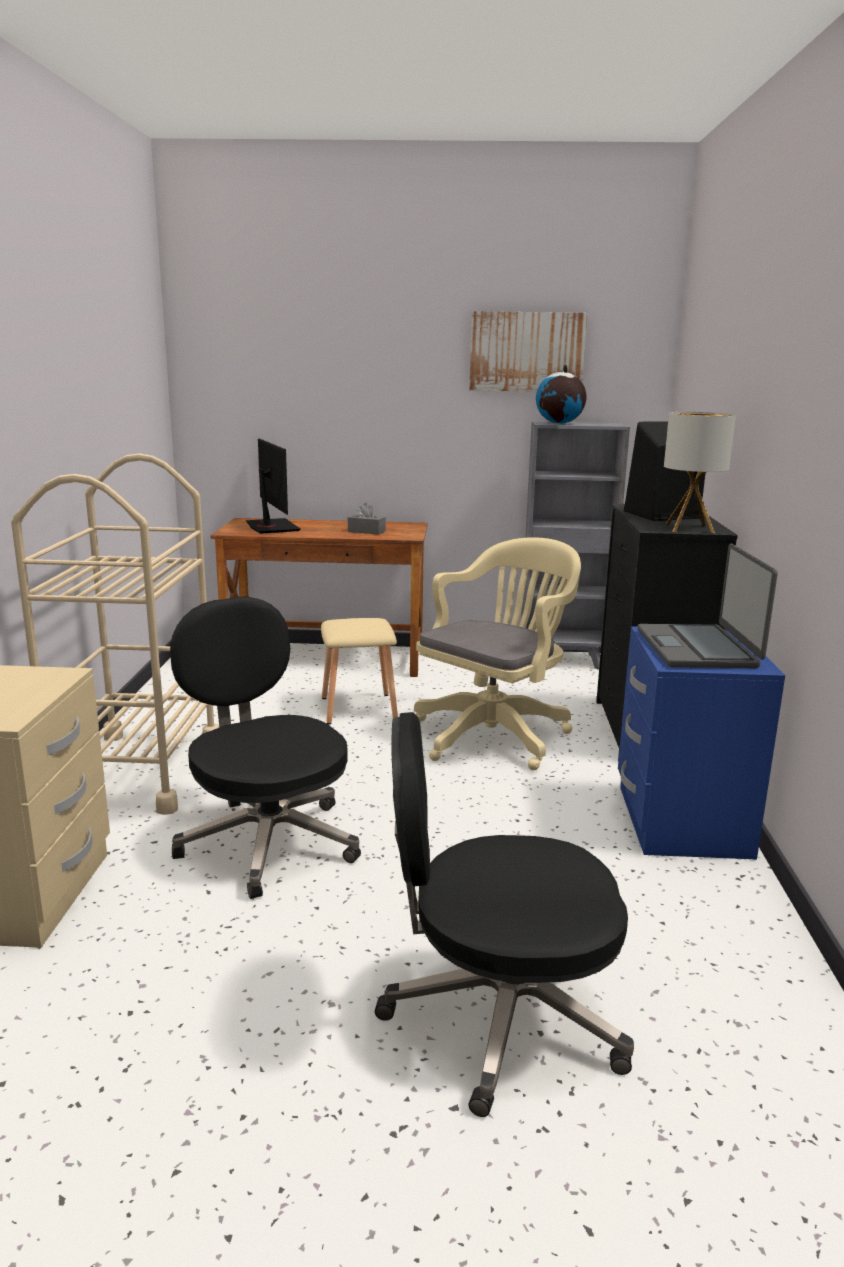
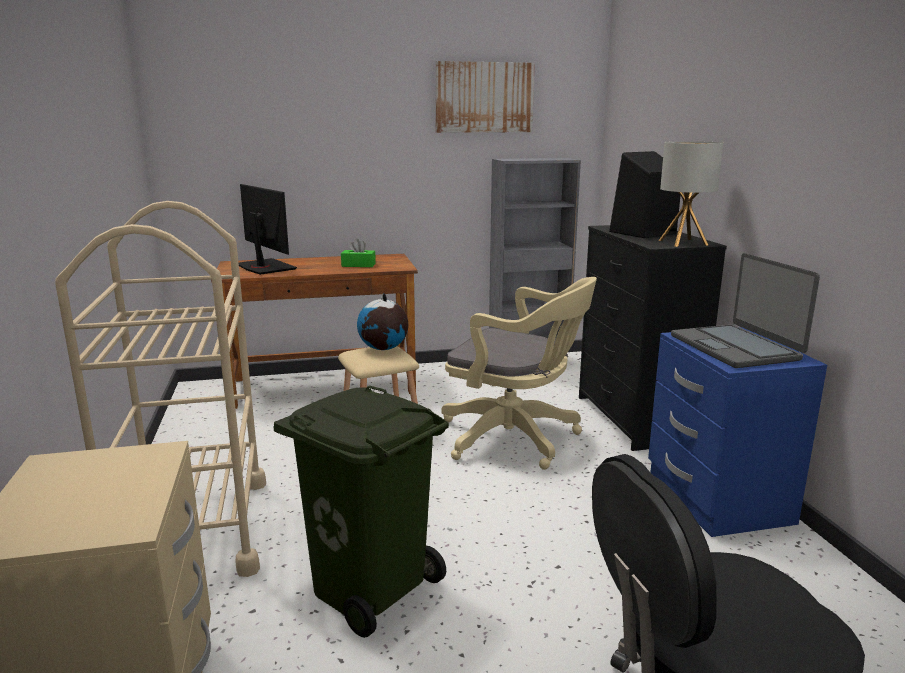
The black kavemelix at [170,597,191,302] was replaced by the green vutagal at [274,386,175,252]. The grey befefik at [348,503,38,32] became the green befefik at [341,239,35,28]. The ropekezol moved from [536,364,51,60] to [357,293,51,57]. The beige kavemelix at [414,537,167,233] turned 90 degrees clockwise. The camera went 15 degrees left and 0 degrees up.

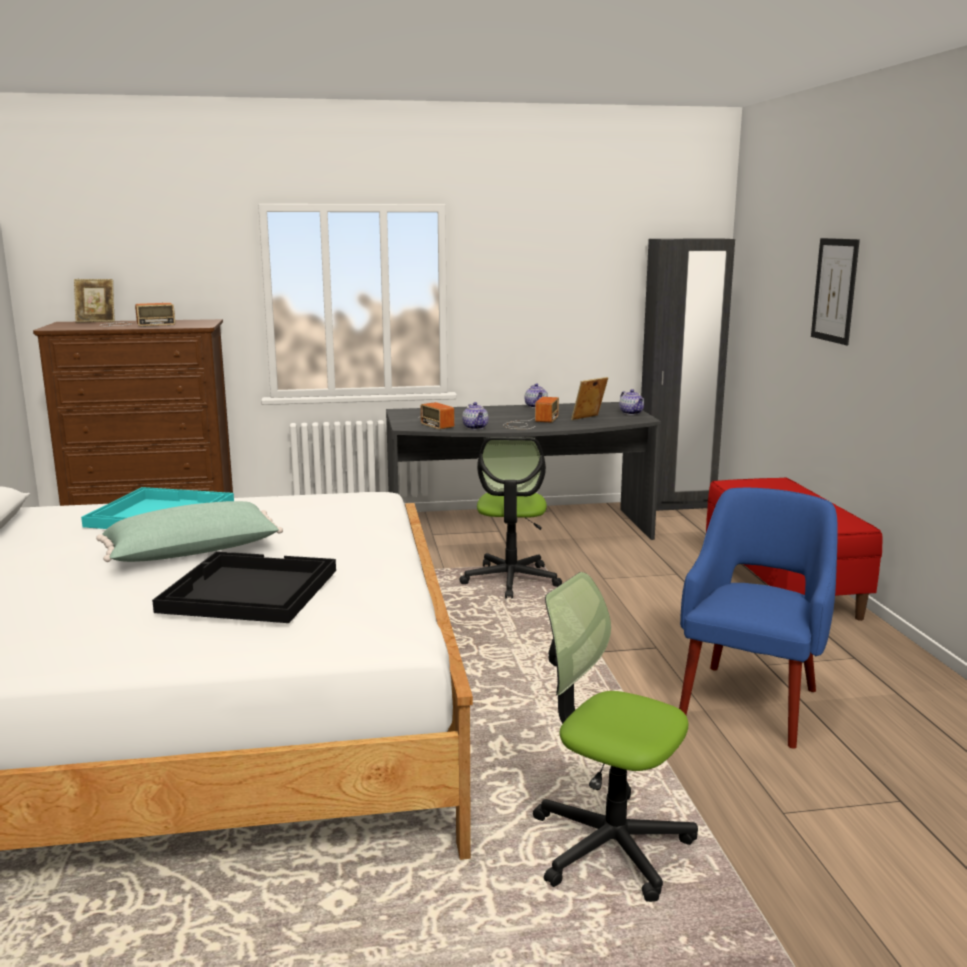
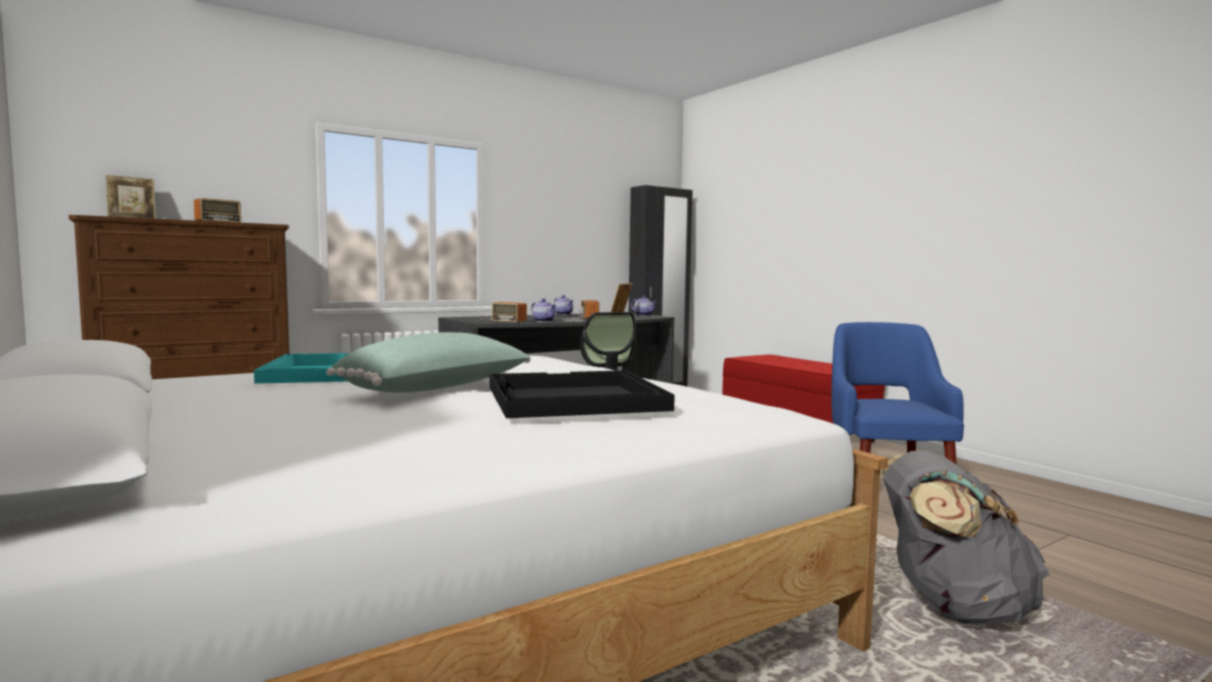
The kavemelix at [533,572,165,330] was replaced by the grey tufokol at [881,451,169,173]. The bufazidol at [811,238,49,107] disappeared. The camera went 25 degrees left and 10 degrees down.

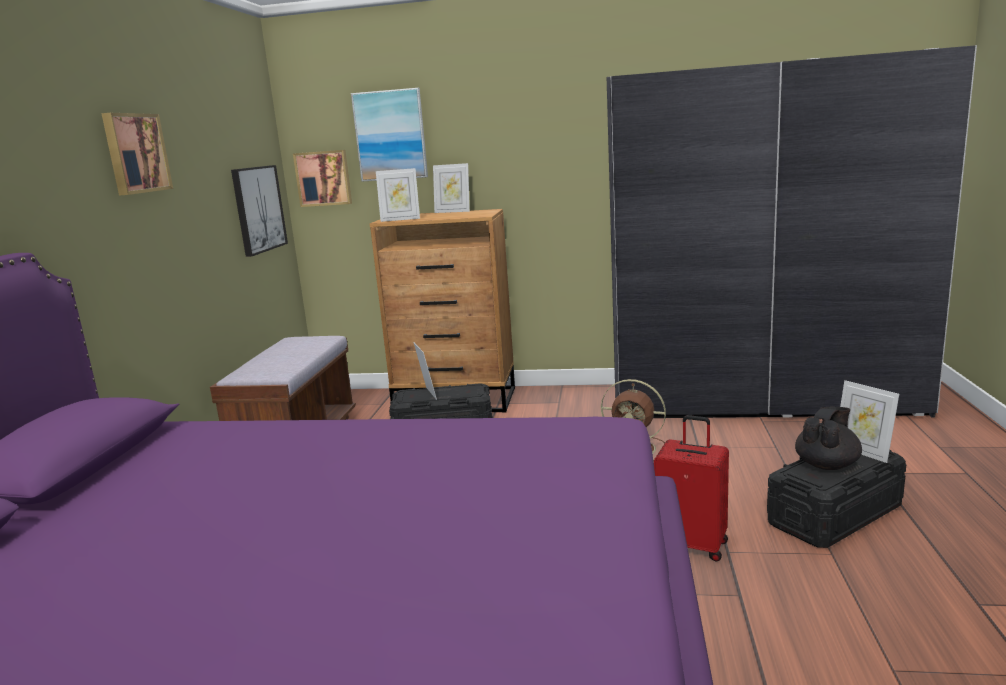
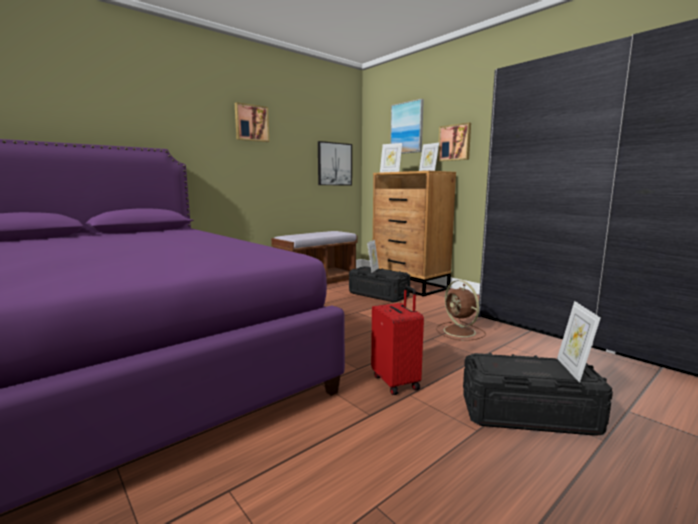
The bufazidol moved from [293,150,59,57] to [438,122,33,39]. The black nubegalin at [795,407,67,63] disappeared. The camera went 40 degrees right and 5 degrees down.

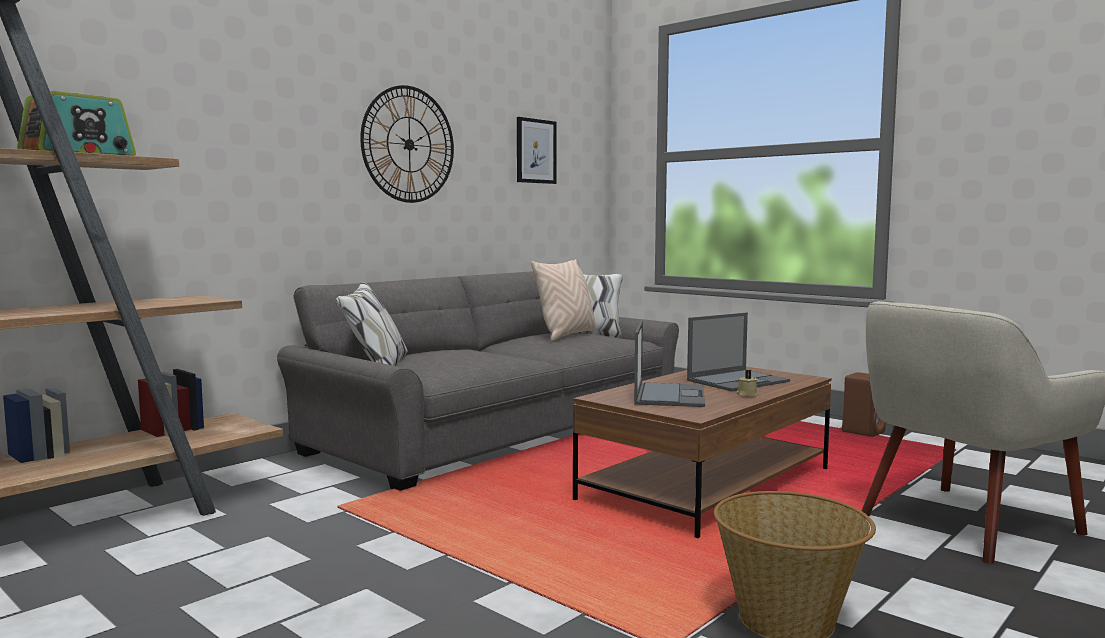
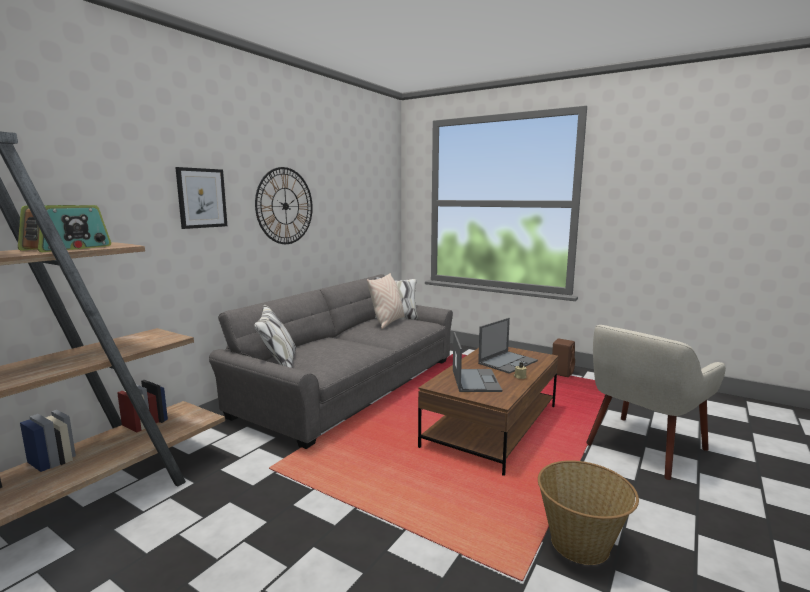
The bufazidol moved from [517,117,39,67] to [175,167,52,62]. The camera went 10 degrees left and 5 degrees up.

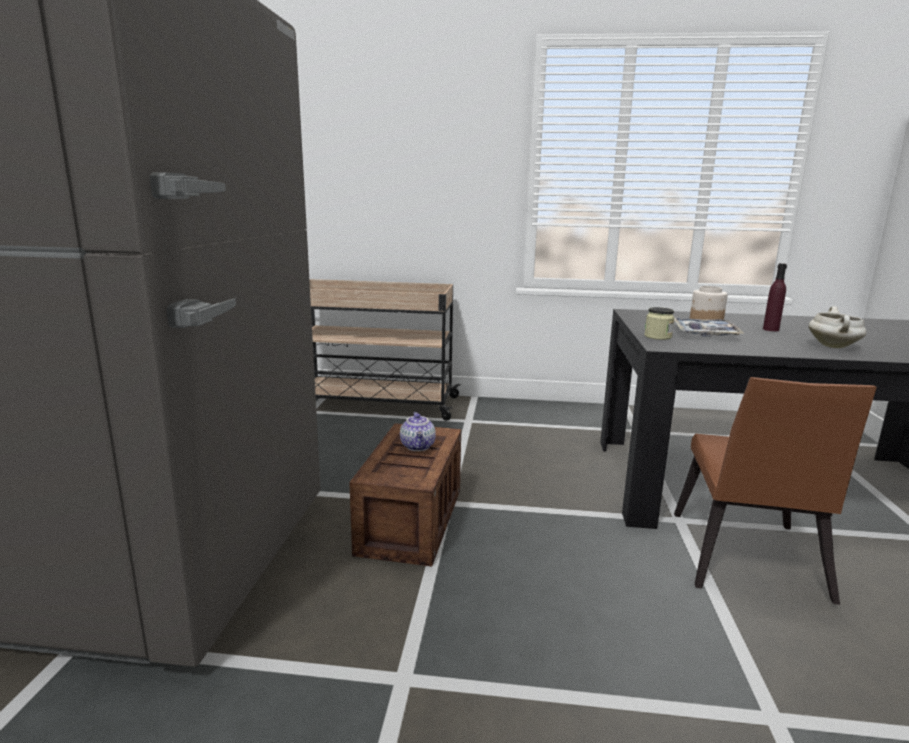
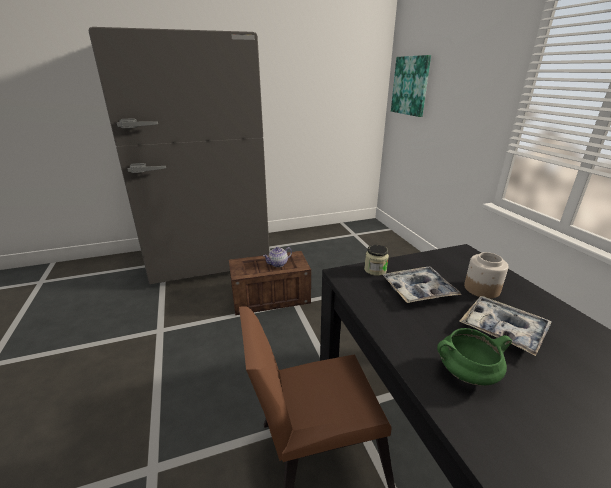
The bufazidol at [391,55,40,62] appeared. The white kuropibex at [809,306,58,42] became the green kuropibex at [437,328,75,58]. The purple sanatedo at [763,263,24,69] was replaced by the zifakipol at [459,296,93,60]. The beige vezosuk at [309,279,151,142] disappeared. The camera went 65 degrees right and 10 degrees up.

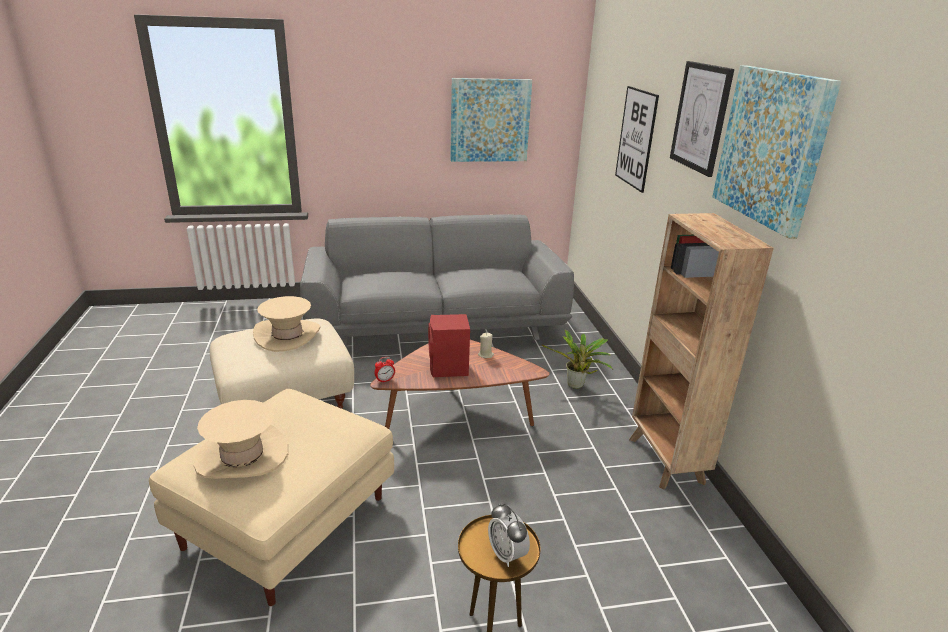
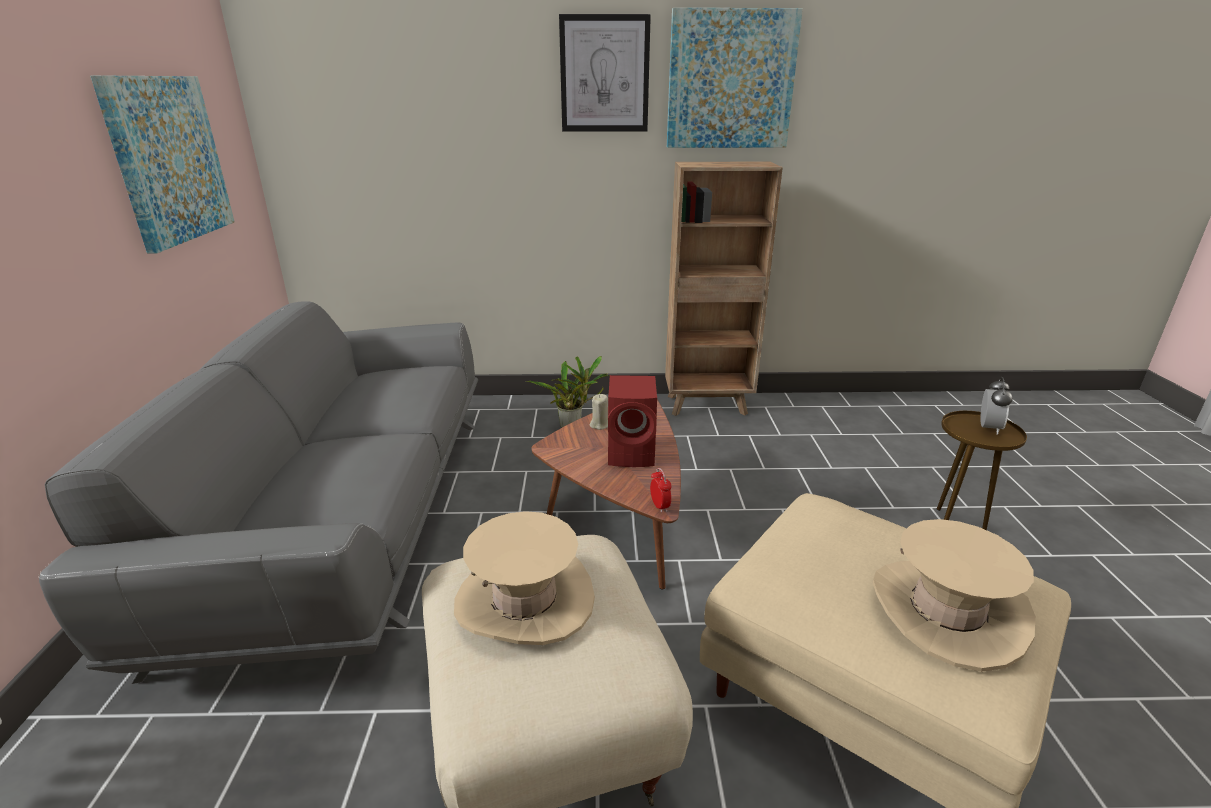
The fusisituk at [488,503,42,64] turned 45 degrees counterclockwise. The bufazidol at [615,86,44,107] disappeared. The camera went 80 degrees left and 0 degrees up.

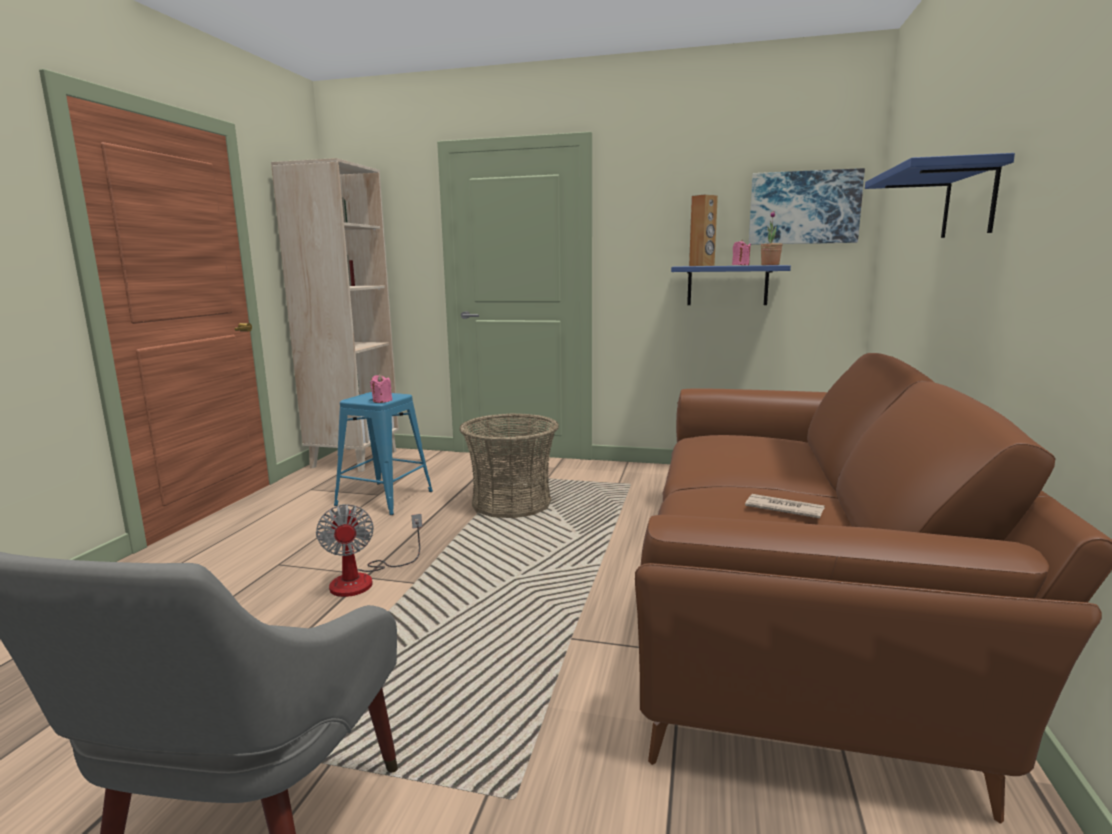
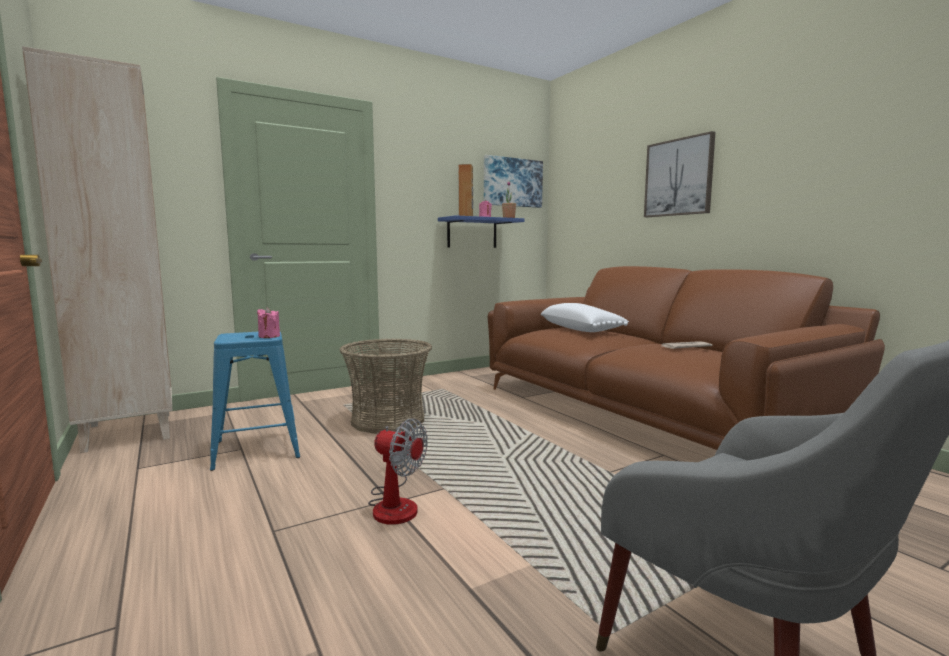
The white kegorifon at [541,303,88,29] appeared. The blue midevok at [865,153,150,85] was replaced by the bufazidol at [644,131,71,86]. The camera went 45 degrees left and 5 degrees down.

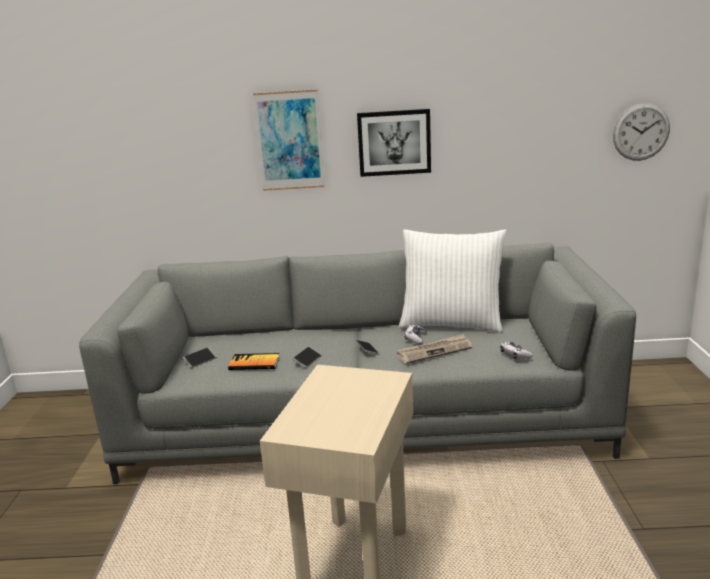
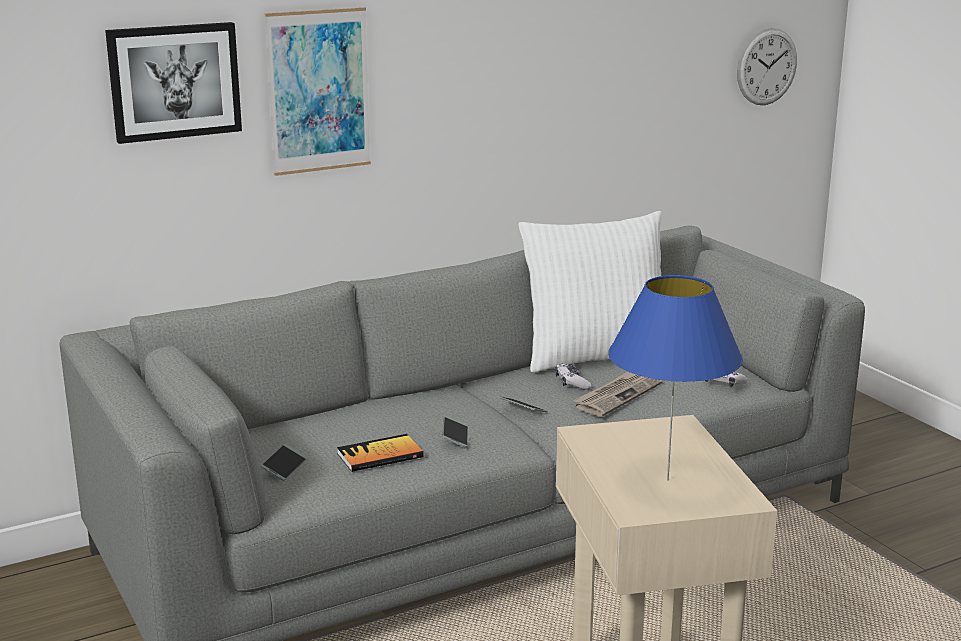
The bufazidol moved from [357,109,74,68] to [105,22,137,122]. The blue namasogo at [608,275,135,205] appeared. The camera went 30 degrees left and 0 degrees up.

